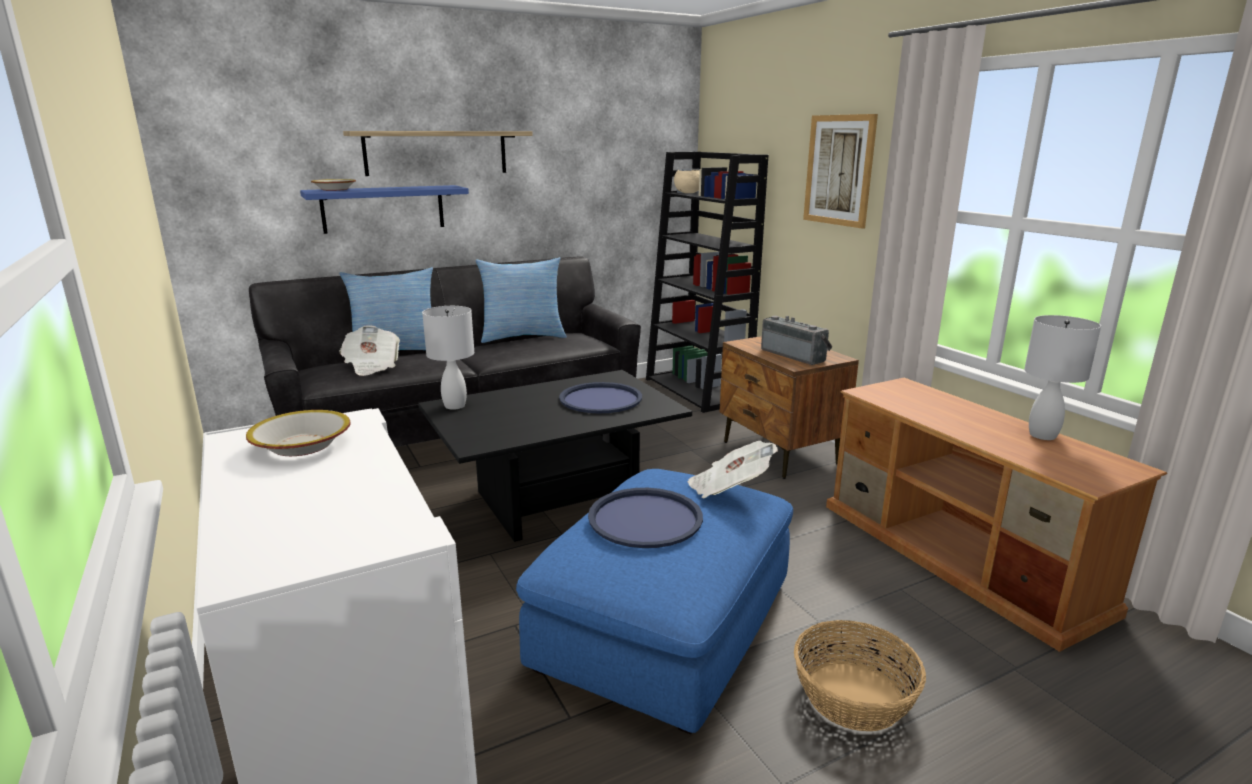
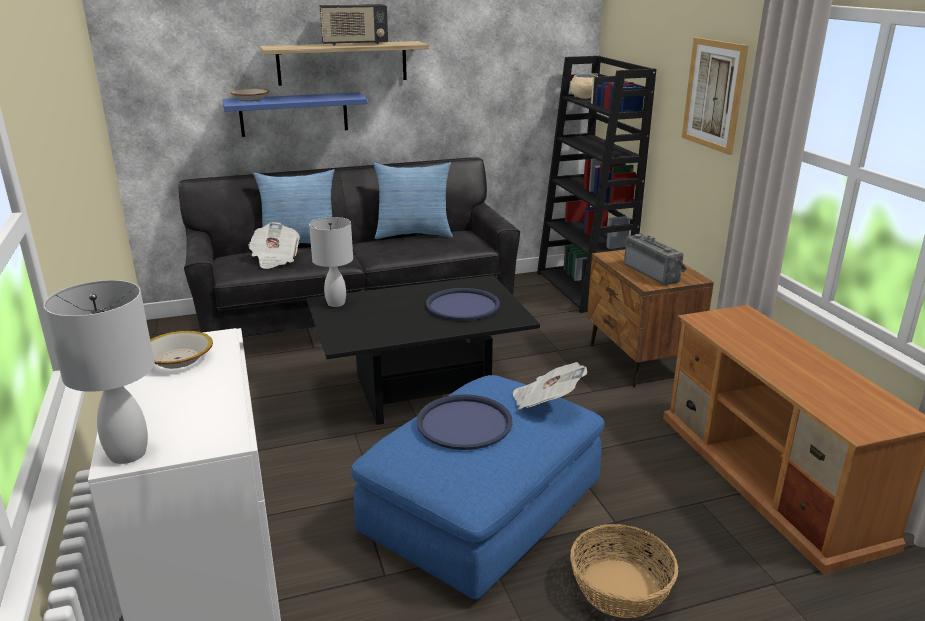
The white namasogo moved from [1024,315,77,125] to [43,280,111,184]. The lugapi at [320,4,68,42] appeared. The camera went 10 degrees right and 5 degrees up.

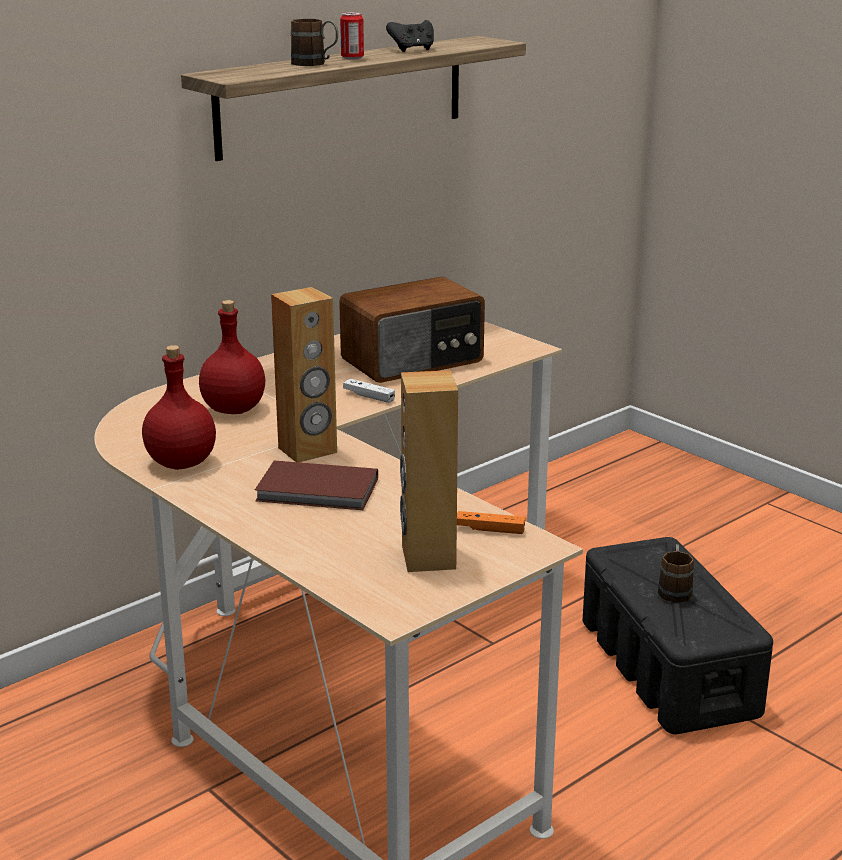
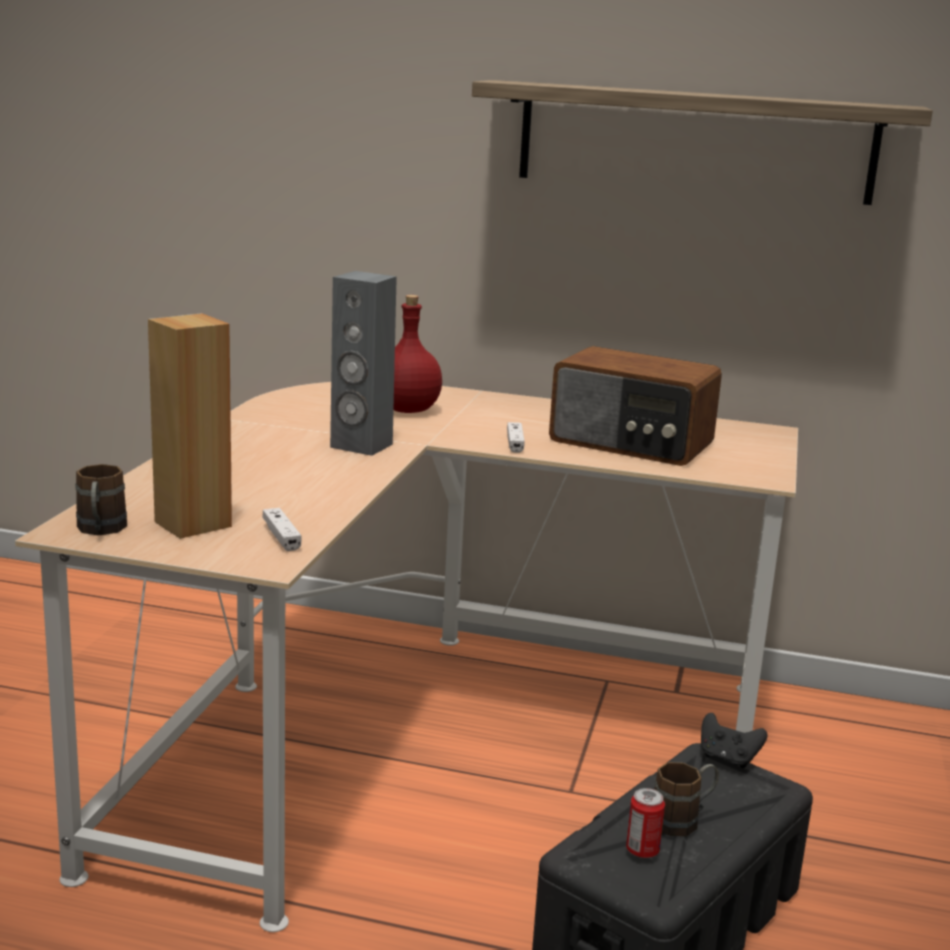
The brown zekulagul moved from [291,19,47,47] to [75,464,52,71]. The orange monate at [457,511,68,23] became the white monate at [262,508,40,43]. The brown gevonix at [271,287,66,175] became the grey gevonix at [330,271,67,185]. The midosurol moved from [340,12,24,48] to [626,788,39,70]. The black monate moved from [386,20,48,32] to [701,713,67,55]. The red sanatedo at [142,345,74,125] disappeared. The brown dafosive at [255,461,123,49] disappeared. The camera went 55 degrees right and 5 degrees down.

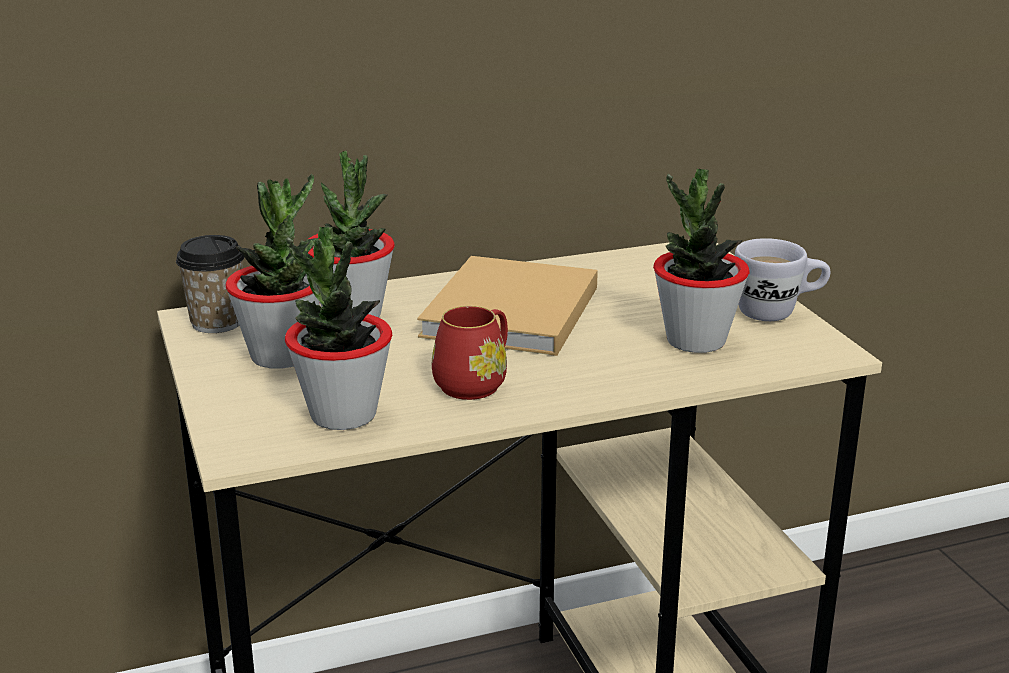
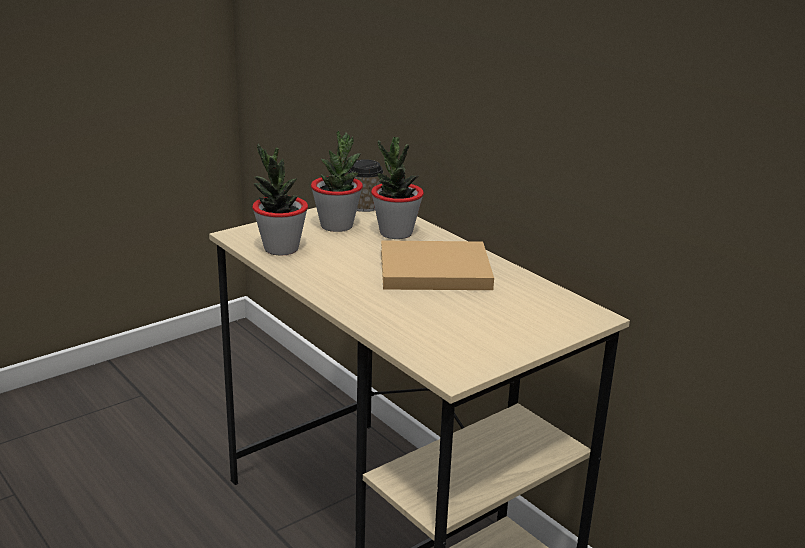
The red zekulagul at [432,306,76,94] disappeared. The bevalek at [653,168,96,185] disappeared. The white zekulagul at [735,238,95,83] disappeared. The camera went 70 degrees right and 0 degrees up.

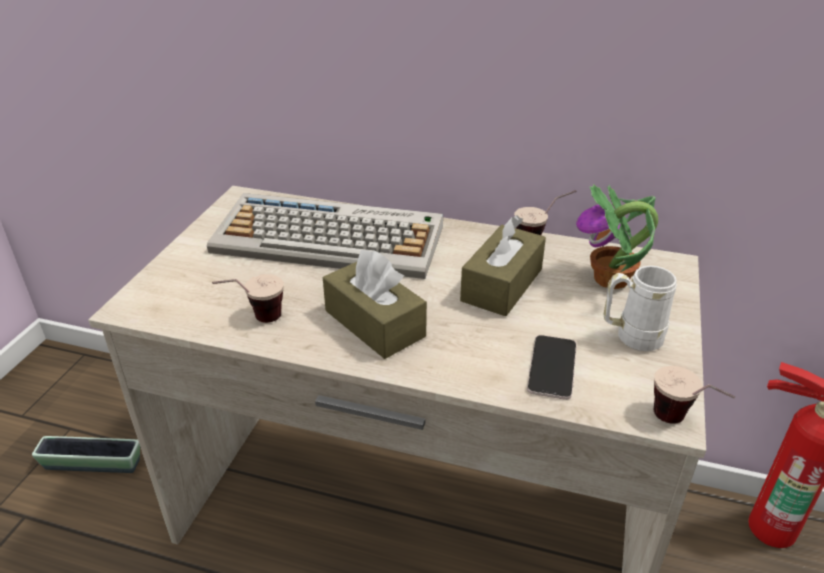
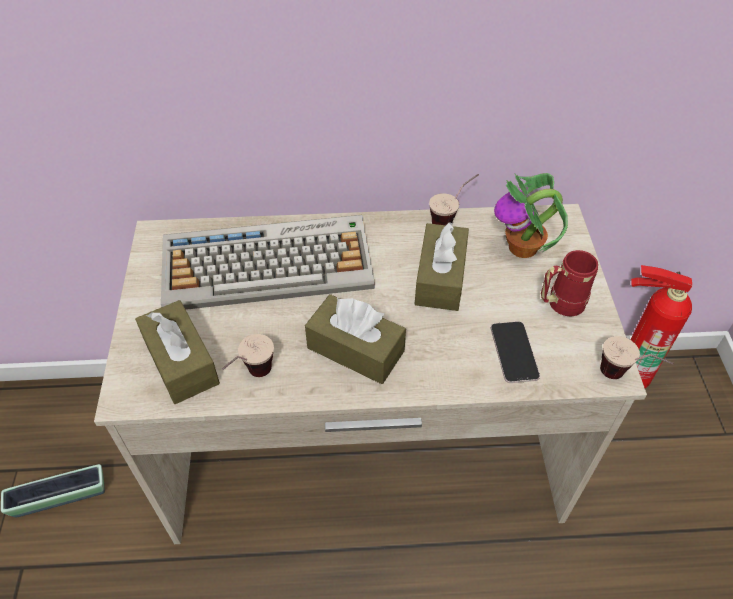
The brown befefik at [135,300,85,104] appeared. The white zekulagul at [603,266,74,85] became the red zekulagul at [541,250,57,66]. The camera went 20 degrees left and 15 degrees up.

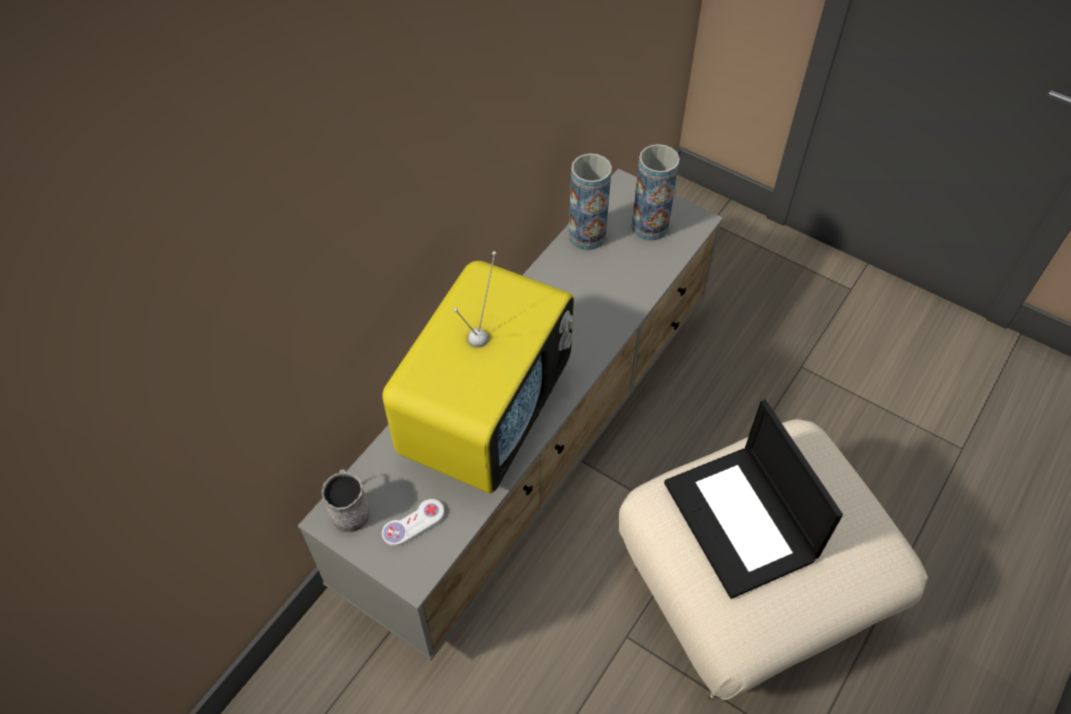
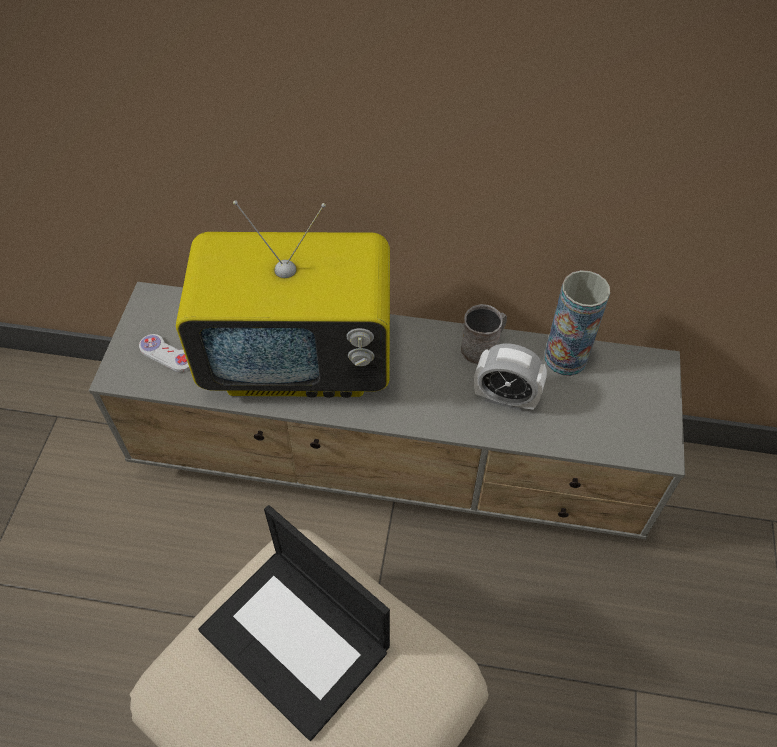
The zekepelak at [664,400,179,199] turned 90 degrees counterclockwise. The grey zekulagul moved from [322,469,48,64] to [461,304,46,60]. The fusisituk at [474,344,73,67] appeared. The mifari at [631,144,49,97] disappeared. The camera went 65 degrees right and 0 degrees up.

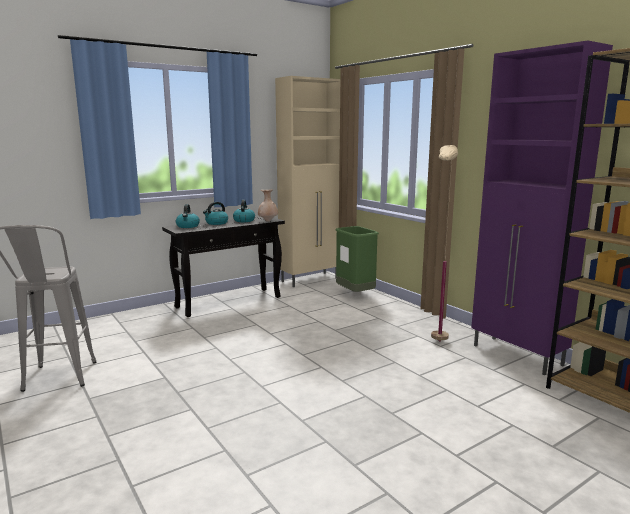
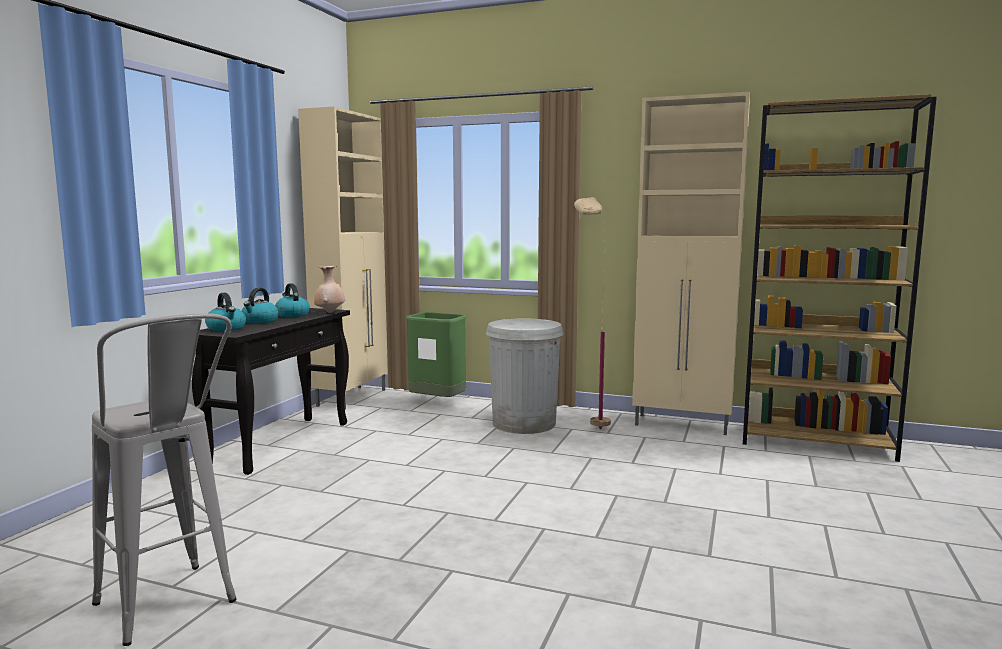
The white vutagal at [486,318,78,116] appeared. The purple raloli at [471,41,142,334] became the beige raloli at [632,92,118,343]. The camera went 35 degrees left and 5 degrees down.

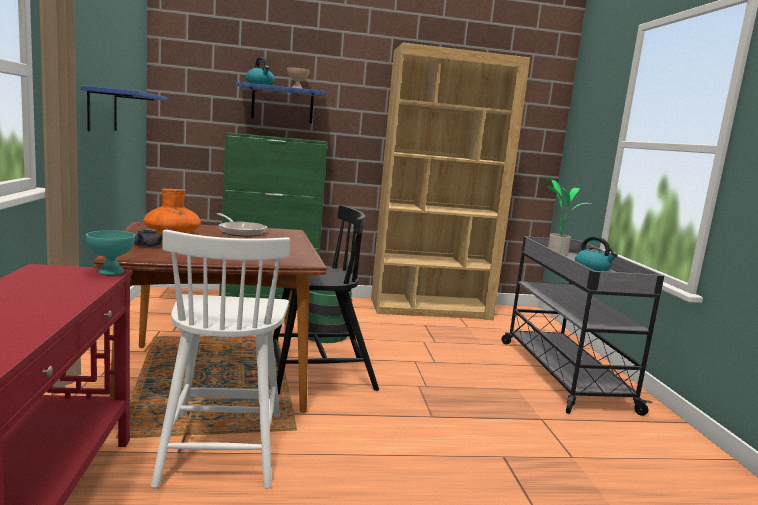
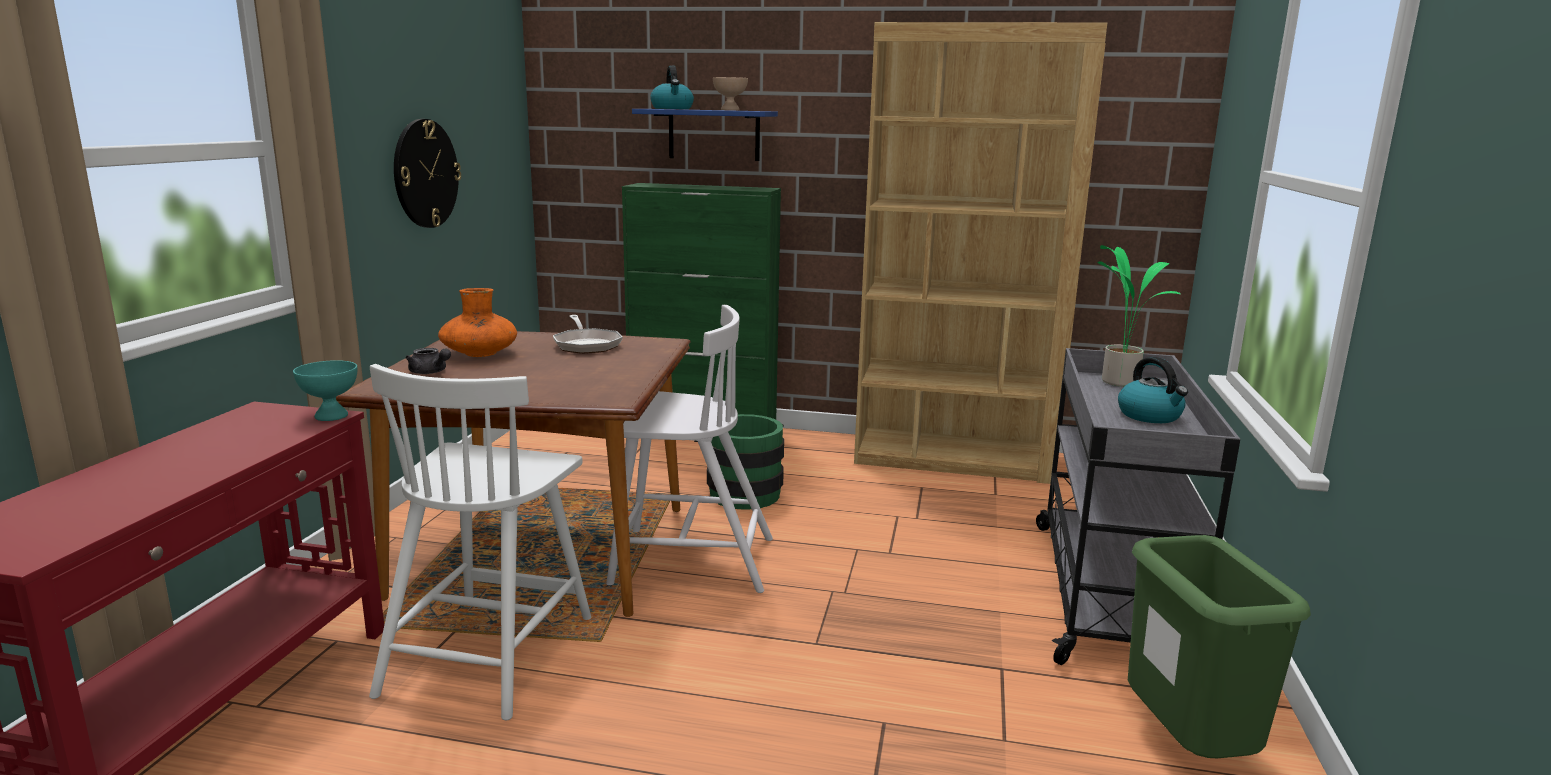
The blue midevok at [81,85,87,46] was replaced by the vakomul at [394,119,67,109]. The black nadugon at [273,205,106,189] became the white nadugon at [606,305,167,288]. The green vutagal at [1128,535,183,223] appeared. The camera went 20 degrees right and 5 degrees up.

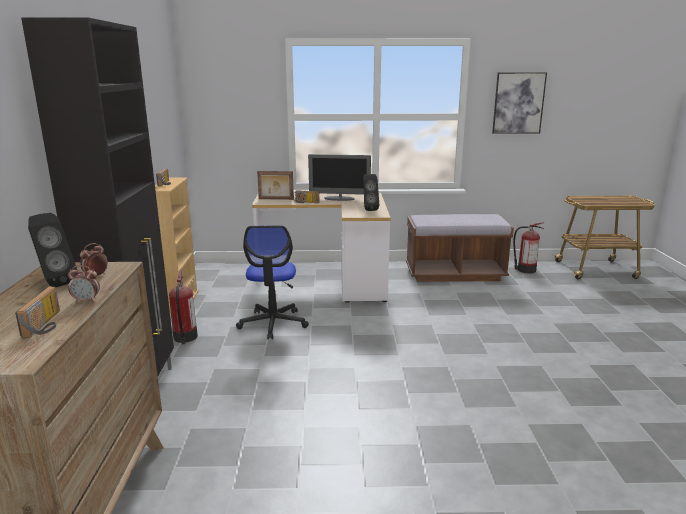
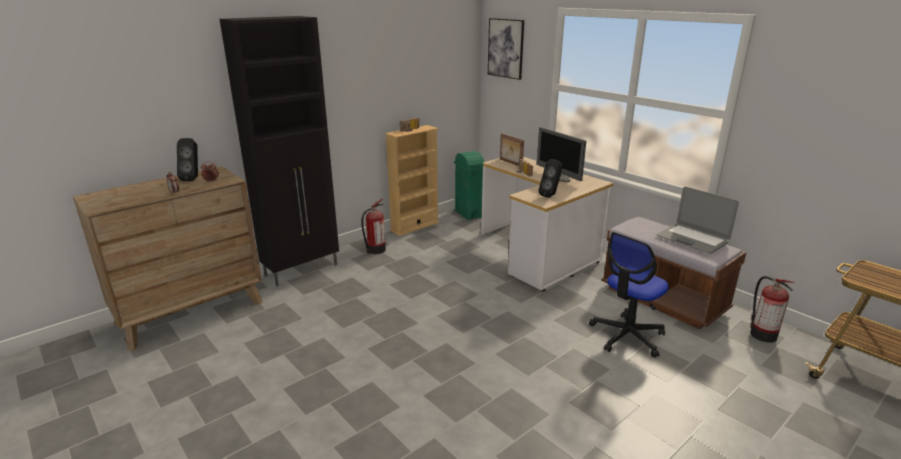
The green vutagal at [454,151,30,69] appeared. The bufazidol moved from [492,72,55,62] to [488,18,36,62]. The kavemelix moved from [236,226,73,113] to [589,232,80,126]. The zekepelak at [656,187,83,67] appeared. The lugapi at [15,287,45,51] disappeared. The camera went 50 degrees right and 5 degrees up.

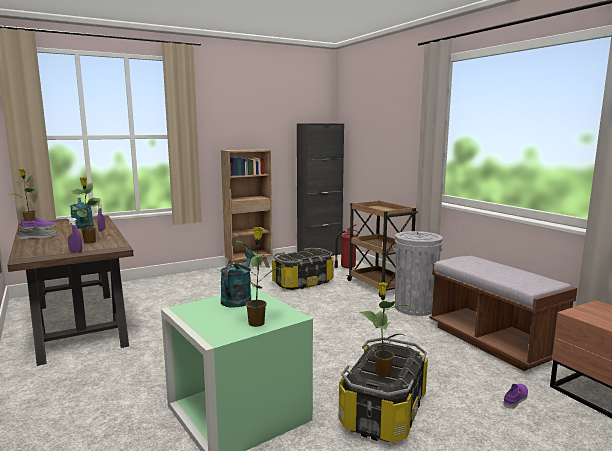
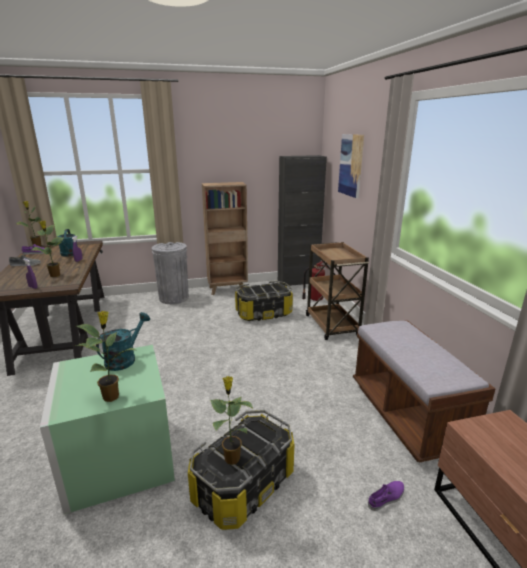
The grey vutagal moved from [393,231,50,85] to [152,242,37,62]. The bufazidol at [338,134,26,64] appeared. The camera went 15 degrees right and 10 degrees up.

